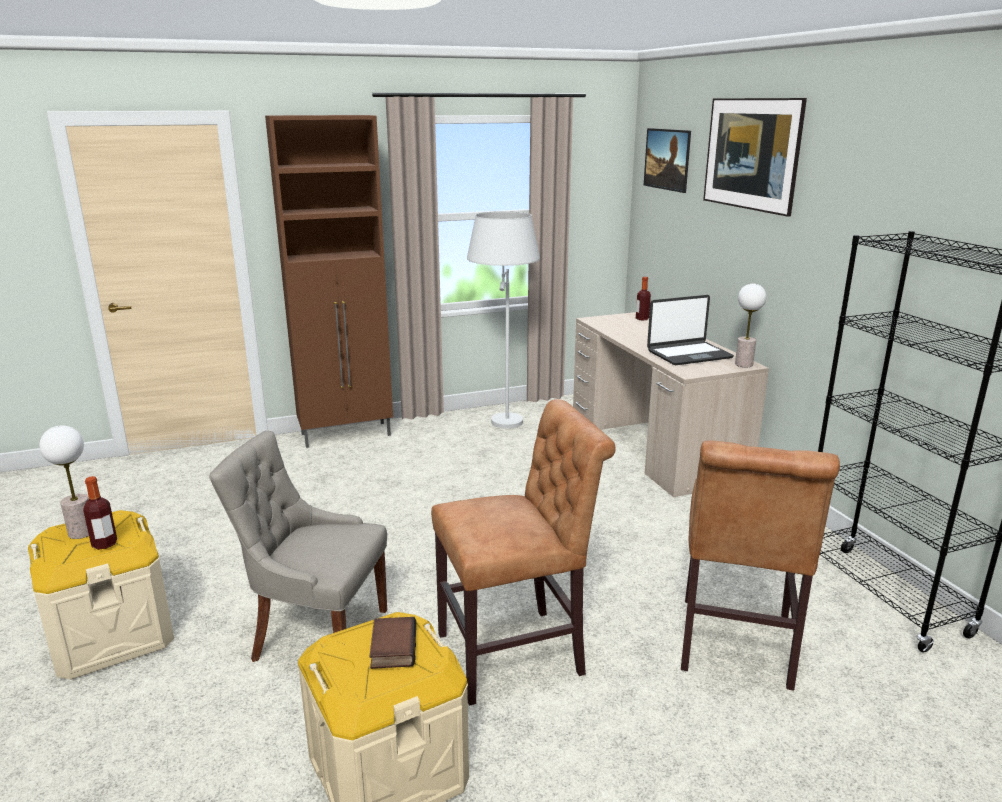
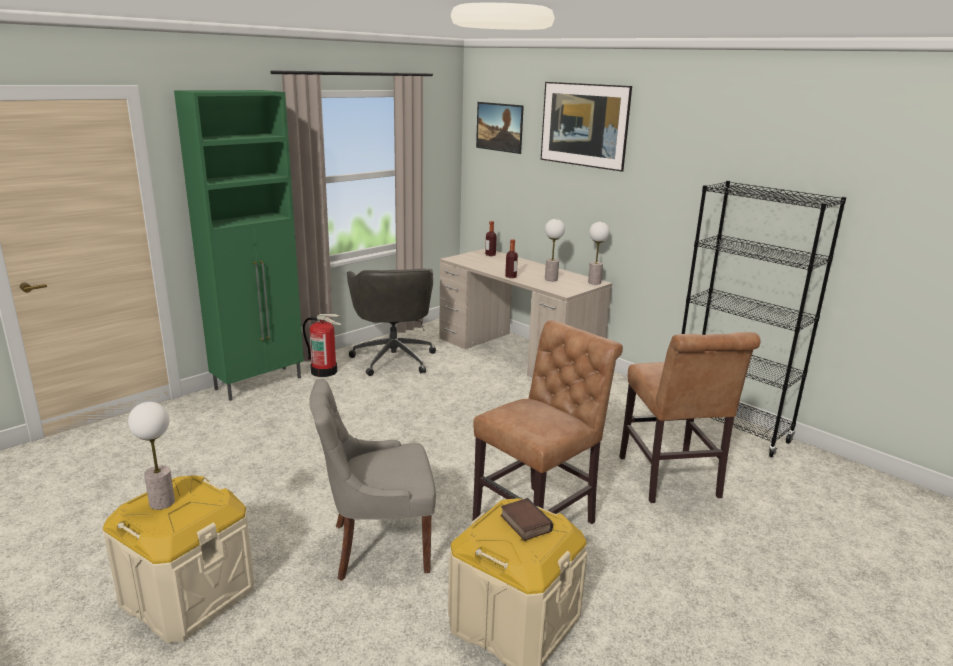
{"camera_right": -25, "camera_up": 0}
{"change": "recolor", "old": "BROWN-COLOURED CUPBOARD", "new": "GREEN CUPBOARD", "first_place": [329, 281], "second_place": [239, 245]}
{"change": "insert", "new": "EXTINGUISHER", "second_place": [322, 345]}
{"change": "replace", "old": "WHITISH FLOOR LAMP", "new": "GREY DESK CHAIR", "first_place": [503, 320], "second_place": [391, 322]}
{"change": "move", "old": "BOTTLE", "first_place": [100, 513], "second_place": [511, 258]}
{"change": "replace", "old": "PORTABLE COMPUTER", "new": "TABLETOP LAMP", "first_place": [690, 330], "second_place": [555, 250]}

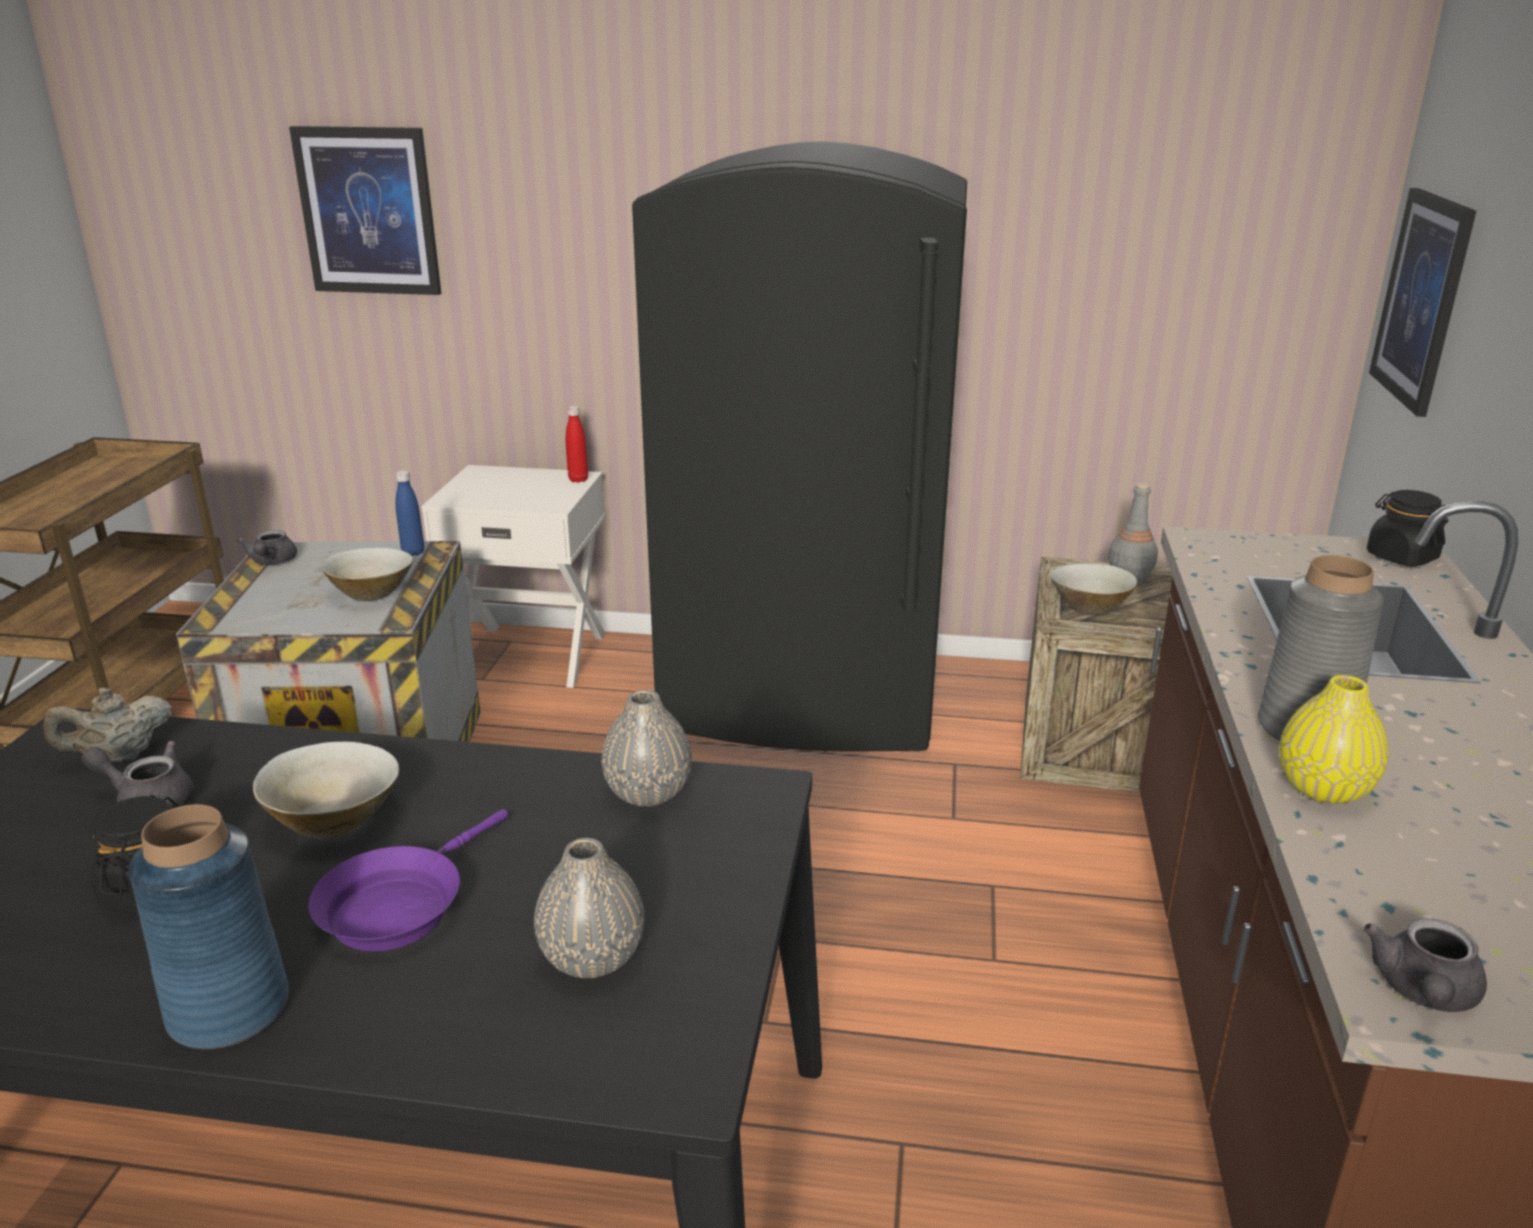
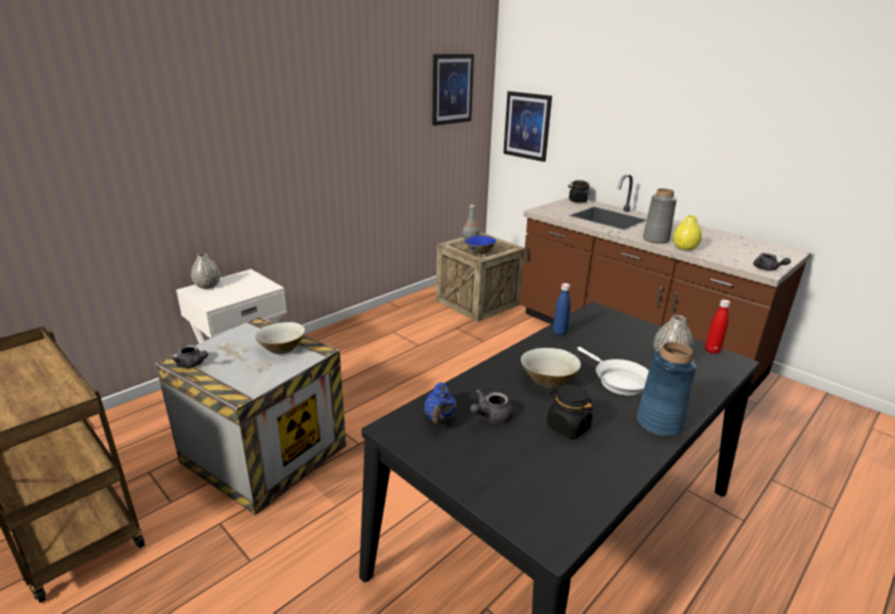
{"camera_right": -55, "camera_up": 0}
{"change": "move", "old": "GREY VASE", "first_place": [646, 748], "second_place": [205, 271]}
{"change": "recolor", "old": "BEIGE-COLOURED POT FOR TEA", "new": "BLUISH POT FOR TEA", "first_place": [107, 725], "second_place": [440, 403]}
{"change": "move", "old": "WALL PICTURE", "first_place": [365, 210], "second_place": [453, 90]}
{"change": "recolor", "old": "BEIGE-COLOURED SERVING BOWL", "new": "BLUISH SERVING BOWL", "first_place": [1094, 589], "second_place": [480, 245]}
{"change": "move", "old": "BLUISH BOTTLE", "first_place": [409, 513], "second_place": [561, 309]}
{"change": "recolor", "old": "PURPLE SKILLET", "new": "WHITISH SKILLET", "first_place": [408, 880], "second_place": [613, 371]}
{"change": "move", "old": "RED BOTTLE", "first_place": [577, 444], "second_place": [718, 327]}
{"change": "delete", "old": "BLACK FRIDGE", "first_place": [799, 446]}

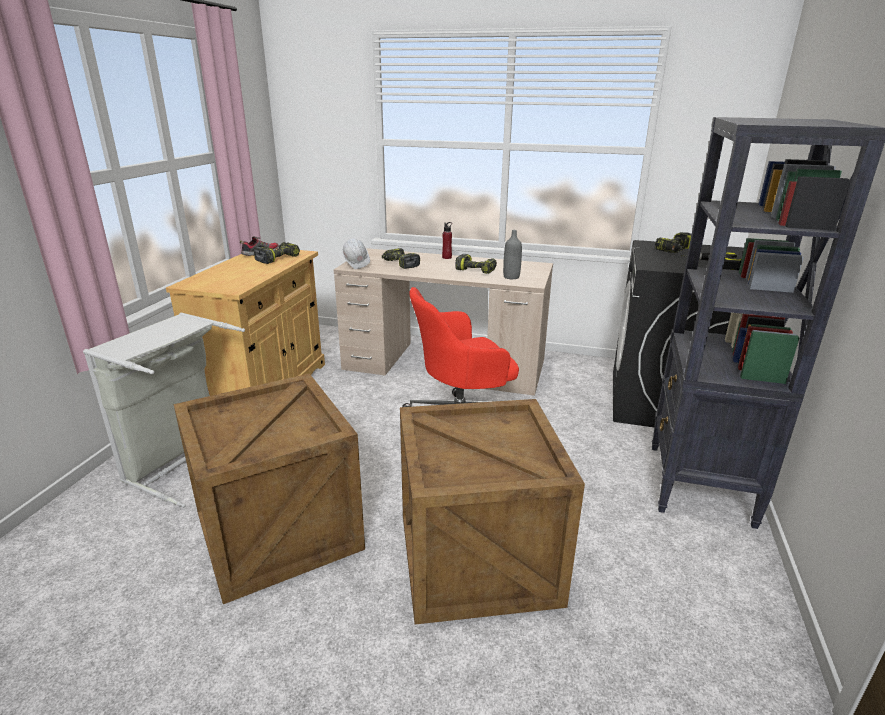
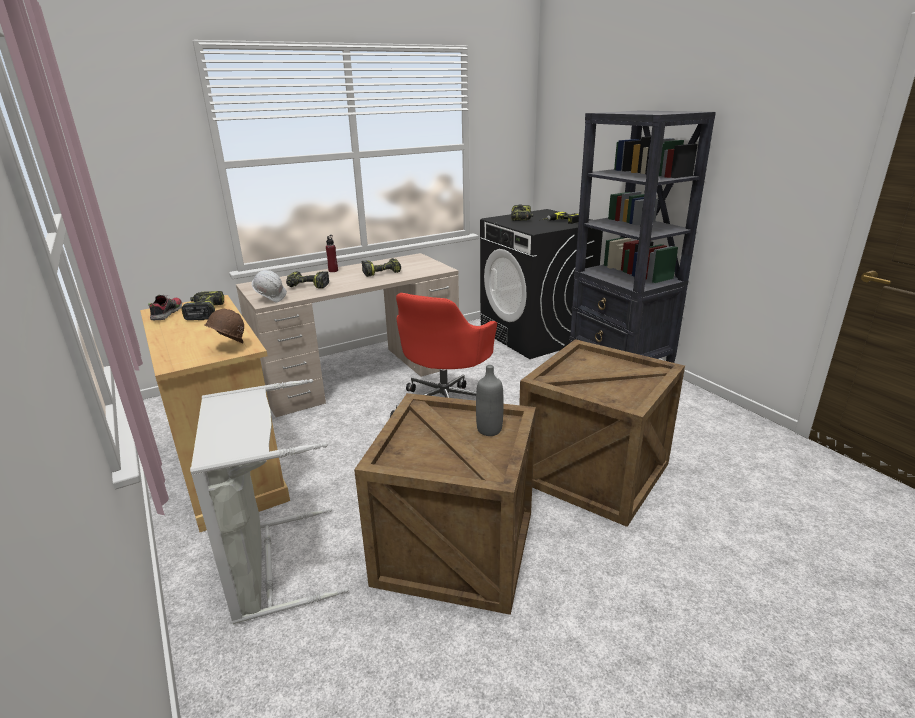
{"camera_right": -45, "camera_up": 0}
{"change": "insert", "new": "BROWN-COLOURED WORK HELMET", "second_place": [223, 326]}
{"change": "move", "old": "GREY BOTTLE", "first_place": [512, 254], "second_place": [490, 400]}

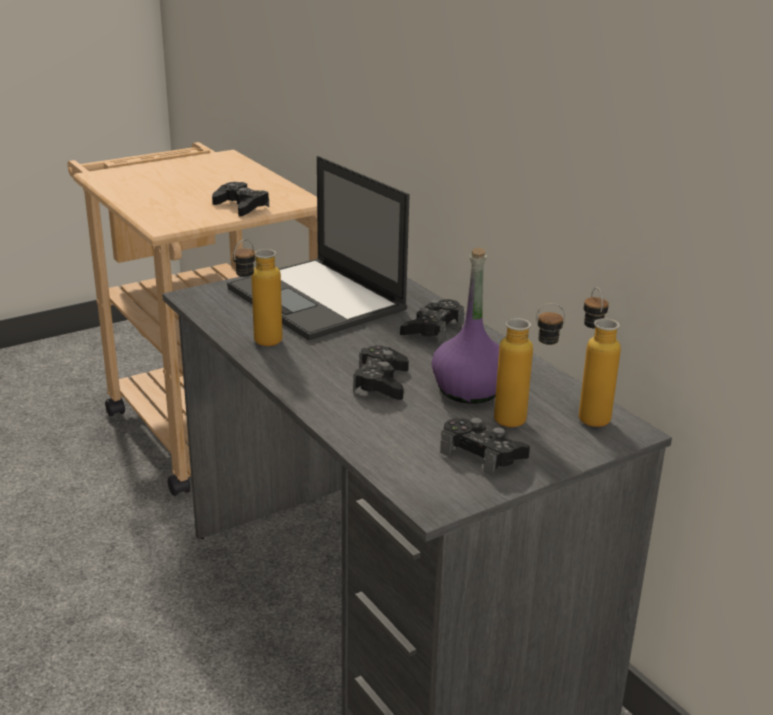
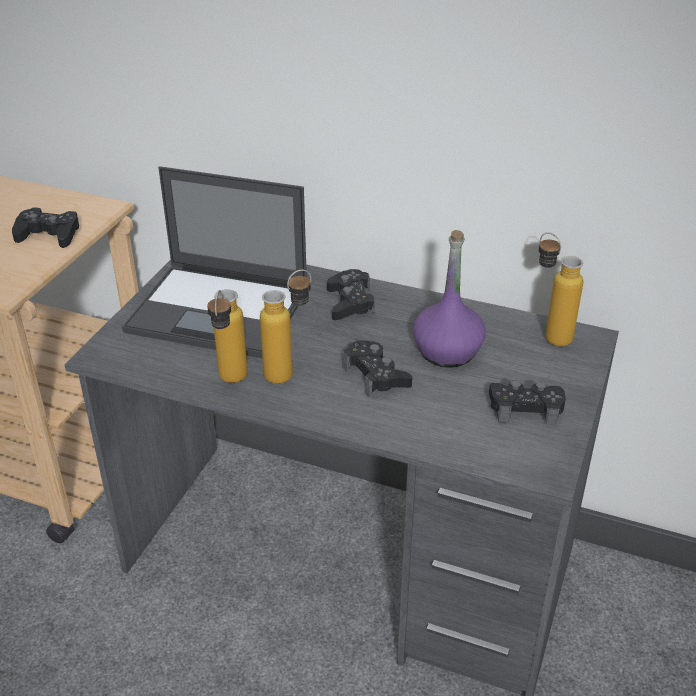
{"camera_right": -35, "camera_up": 10}
{"change": "move", "old": "BOTTLE", "first_place": [530, 365], "second_place": [285, 326]}

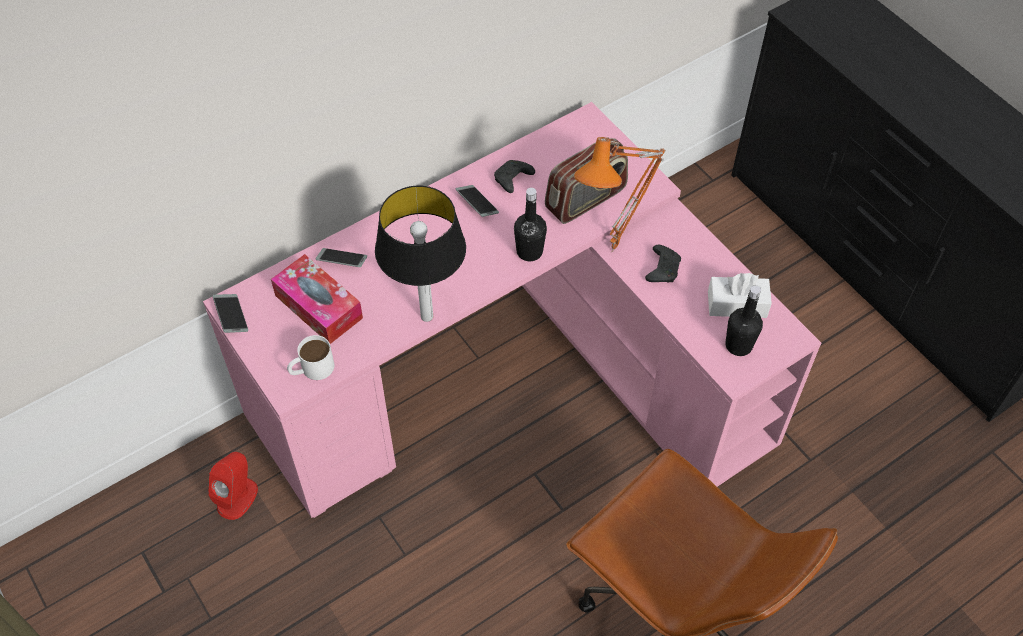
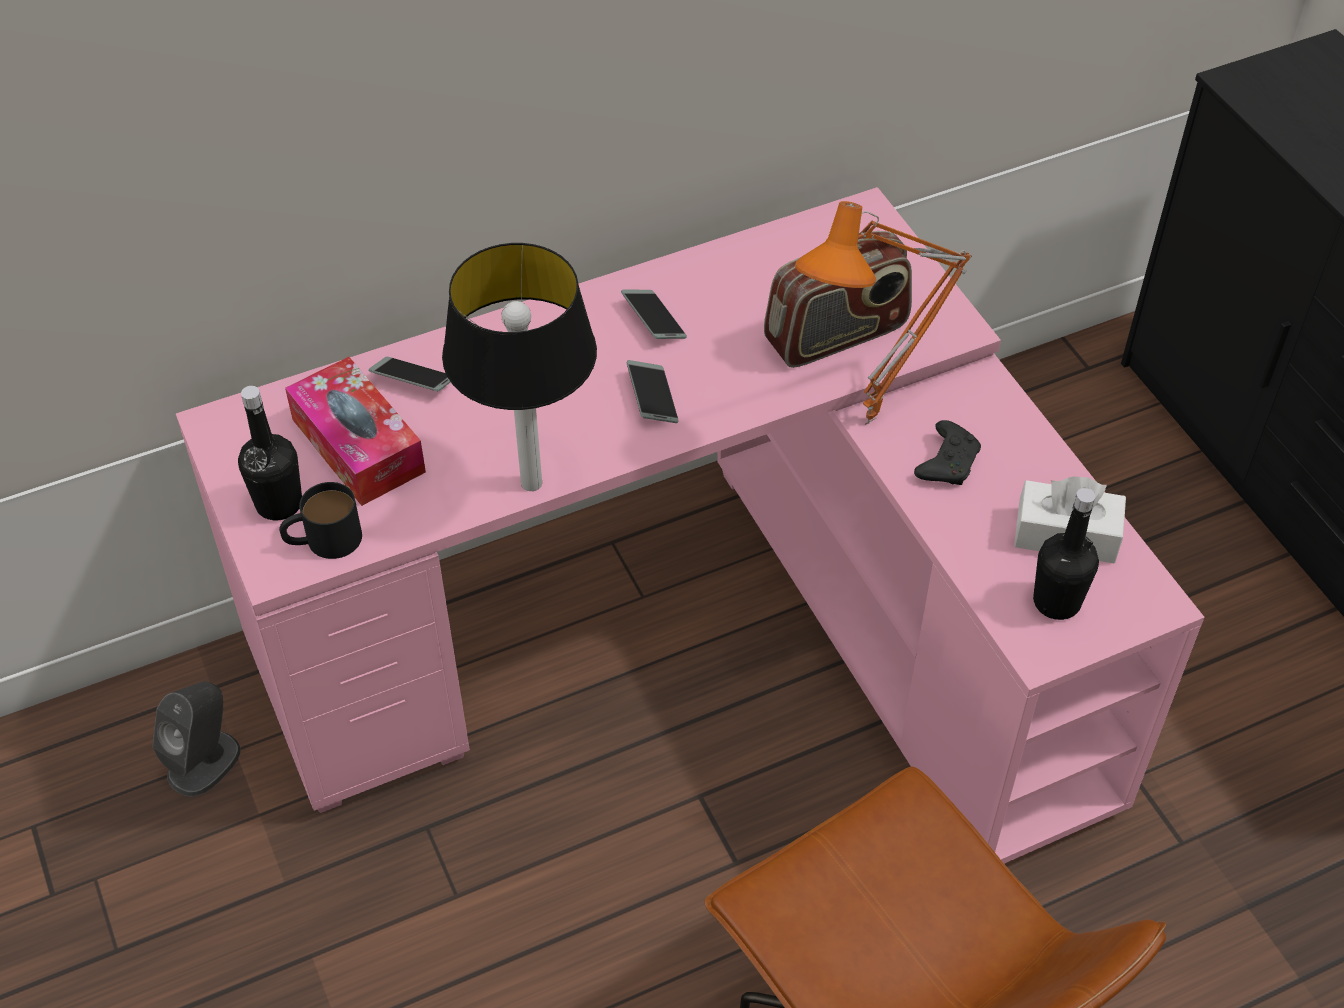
{"camera_right": 10, "camera_up": -5}
{"change": "recolor", "old": "RED SPEAKER", "new": "GREY SPEAKER", "first_place": [233, 486], "second_place": [196, 739]}
{"change": "move", "old": "BLACK BOTTLE", "first_place": [530, 224], "second_place": [270, 453]}
{"change": "recolor", "old": "WHITISH MUG", "new": "BLACK MUG", "first_place": [310, 357], "second_place": [320, 520]}
{"change": "move", "old": "TELEPHONE", "first_place": [230, 313], "second_place": [653, 391]}
{"change": "delete", "old": "BLACK GAME CONTROLLER", "first_place": [514, 176]}

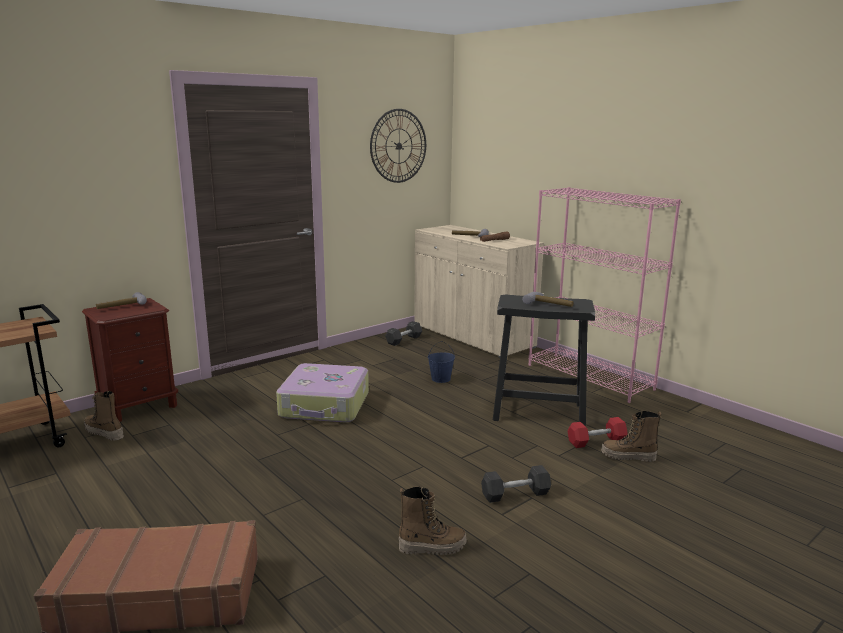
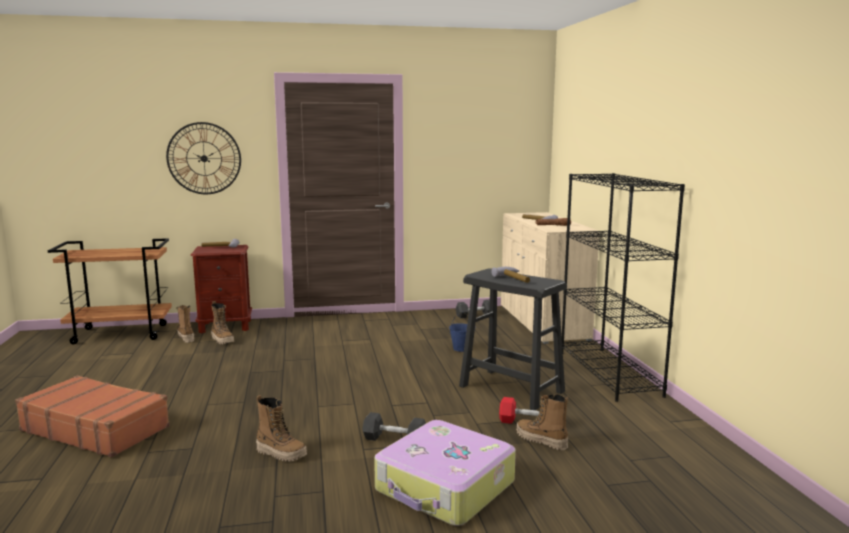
{"camera_right": 30, "camera_up": -5}
{"change": "move", "old": "CLOCK ON THE WALL", "first_place": [398, 146], "second_place": [203, 158]}
{"change": "insert", "new": "HIGH-TOP BOOT", "second_place": [222, 322]}
{"change": "move", "old": "TRAVEL CASE", "first_place": [322, 392], "second_place": [445, 473]}
{"change": "recolor", "old": "PINK BOOKCASE", "new": "BLACK BOOKCASE", "first_place": [605, 295], "second_place": [623, 287]}

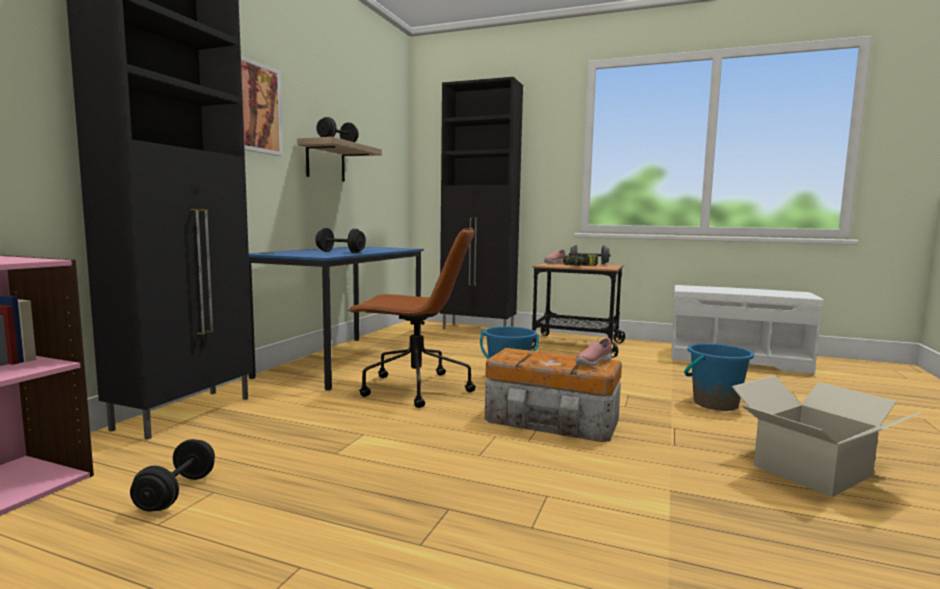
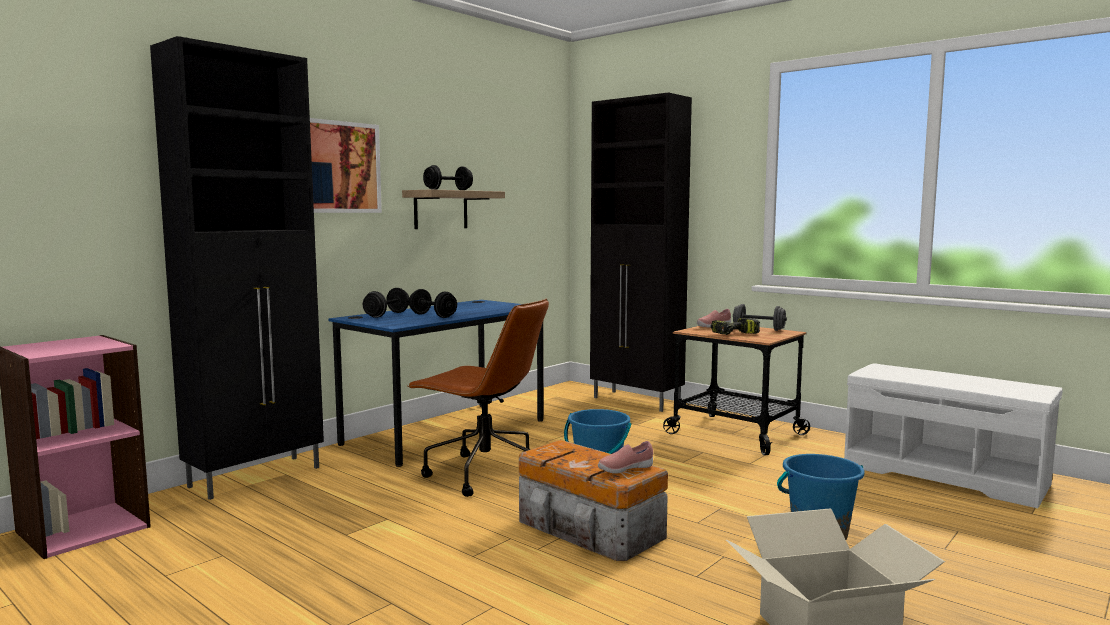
{"camera_right": 20, "camera_up": 0}
{"change": "move", "old": "BLACK FREE WEIGHT", "first_place": [172, 475], "second_place": [386, 303]}

